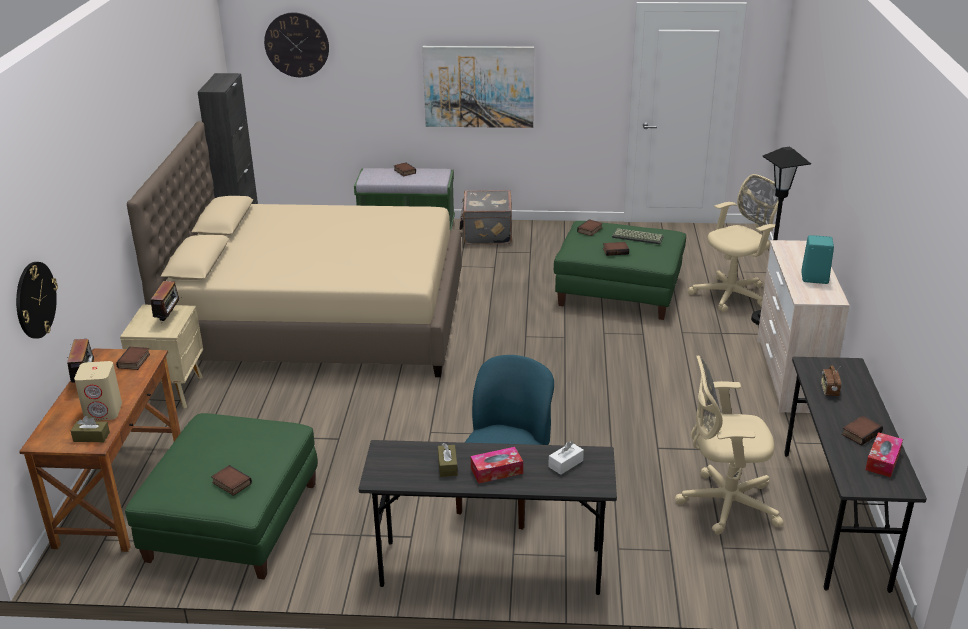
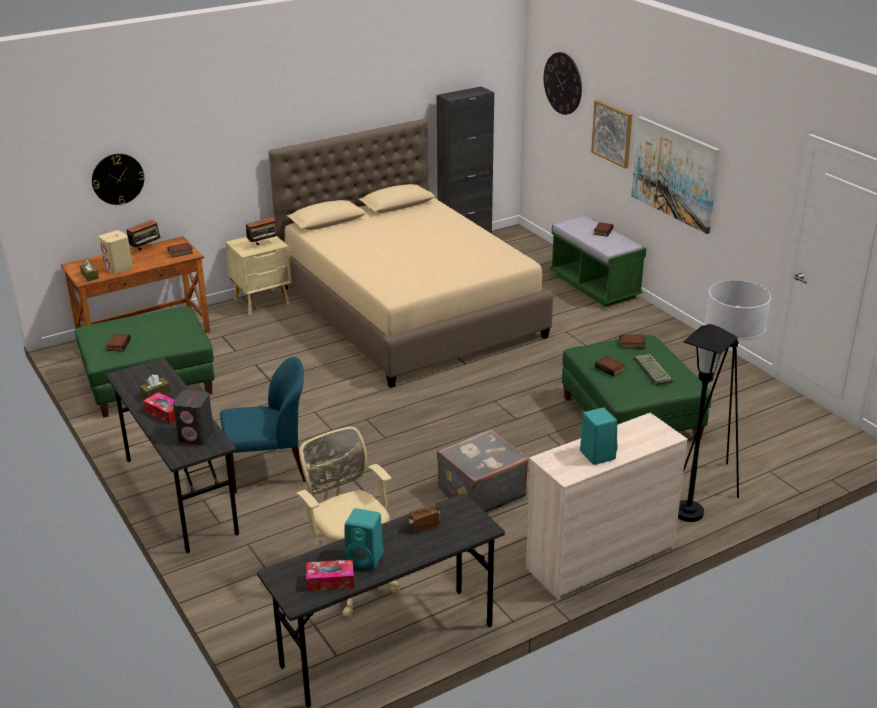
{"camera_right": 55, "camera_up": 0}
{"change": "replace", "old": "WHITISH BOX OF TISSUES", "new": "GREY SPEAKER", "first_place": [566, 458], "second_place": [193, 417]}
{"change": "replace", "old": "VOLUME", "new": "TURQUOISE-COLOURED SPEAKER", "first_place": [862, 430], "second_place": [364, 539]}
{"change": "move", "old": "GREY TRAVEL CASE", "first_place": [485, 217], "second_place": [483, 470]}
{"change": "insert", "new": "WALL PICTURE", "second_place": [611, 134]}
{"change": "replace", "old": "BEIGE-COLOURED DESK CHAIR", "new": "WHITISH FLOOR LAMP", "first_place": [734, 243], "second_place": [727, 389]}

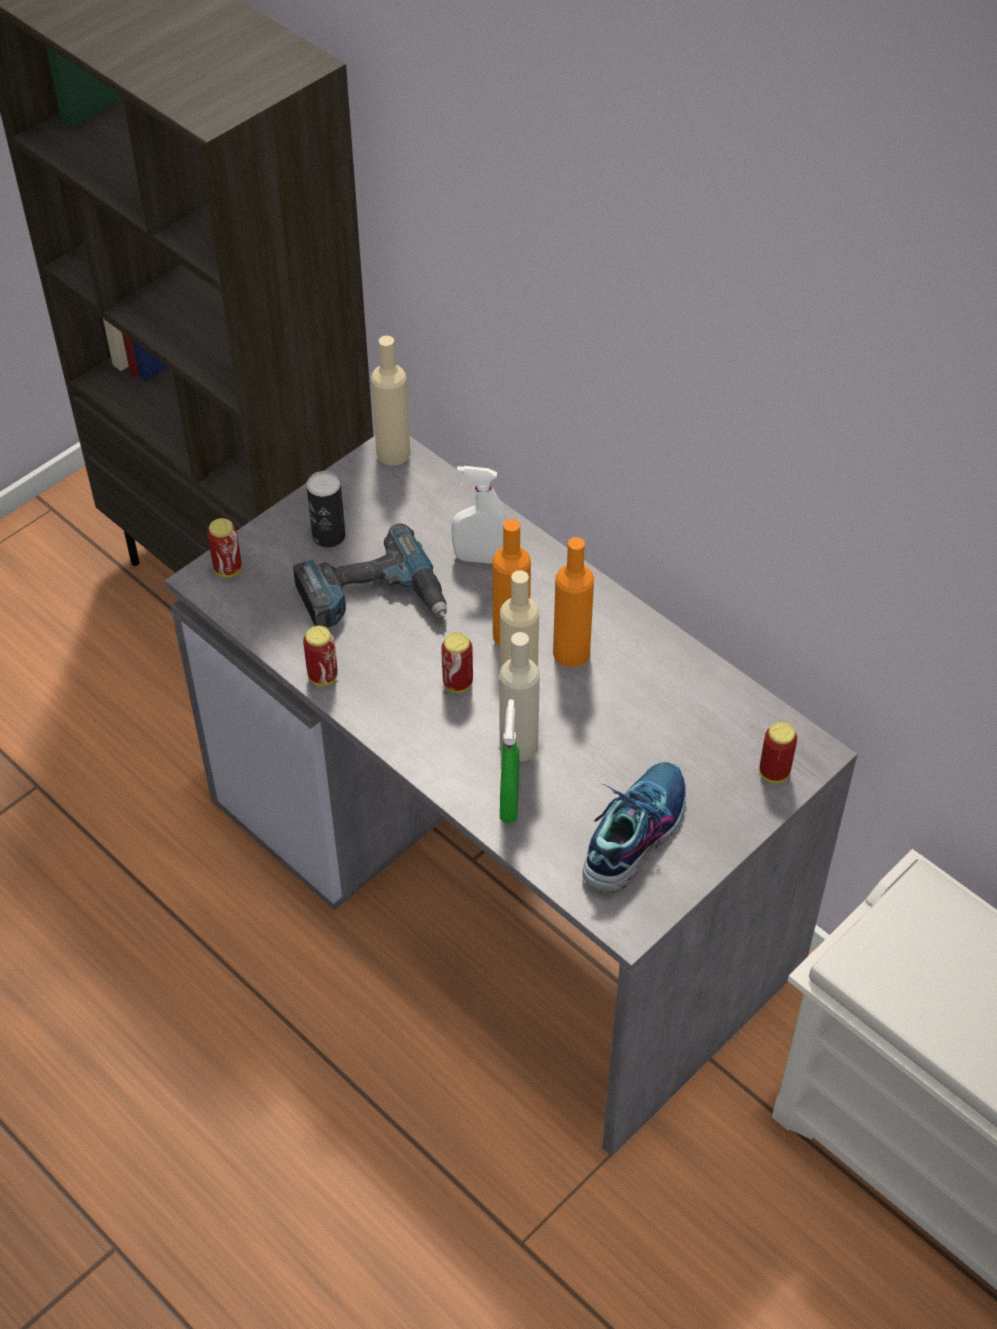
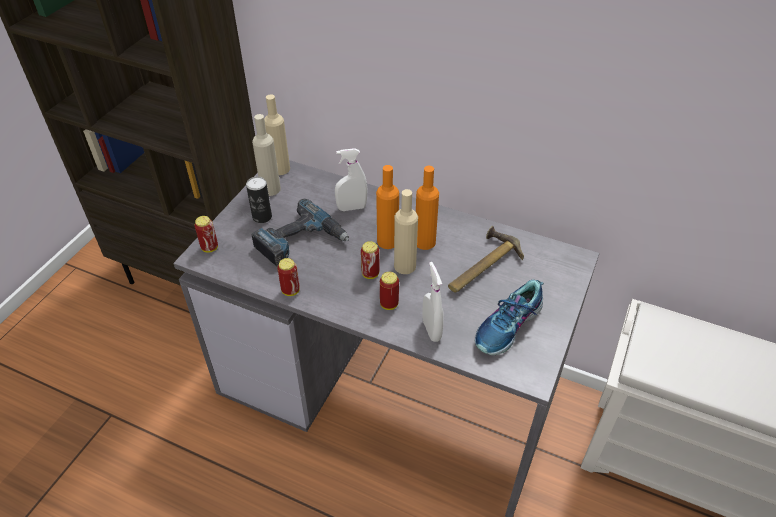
{"camera_right": -20, "camera_up": -5}
{"change": "move", "old": "BEIGE-COLOURED BOTTLE", "first_place": [519, 697], "second_place": [266, 155]}
{"change": "move", "old": "SEALED CAN", "first_place": [778, 752], "second_place": [389, 291]}
{"change": "recolor", "old": "GREEN SPRAYER", "new": "WHITISH SPRAYER", "first_place": [509, 761], "second_place": [433, 302]}
{"change": "insert", "new": "TOOL HAMMER", "second_place": [486, 259]}
{"change": "rotate", "old": "ITEM OF FOOTWEAR", "first_place": [634, 827], "second_place": [509, 317], "degrees": -150}

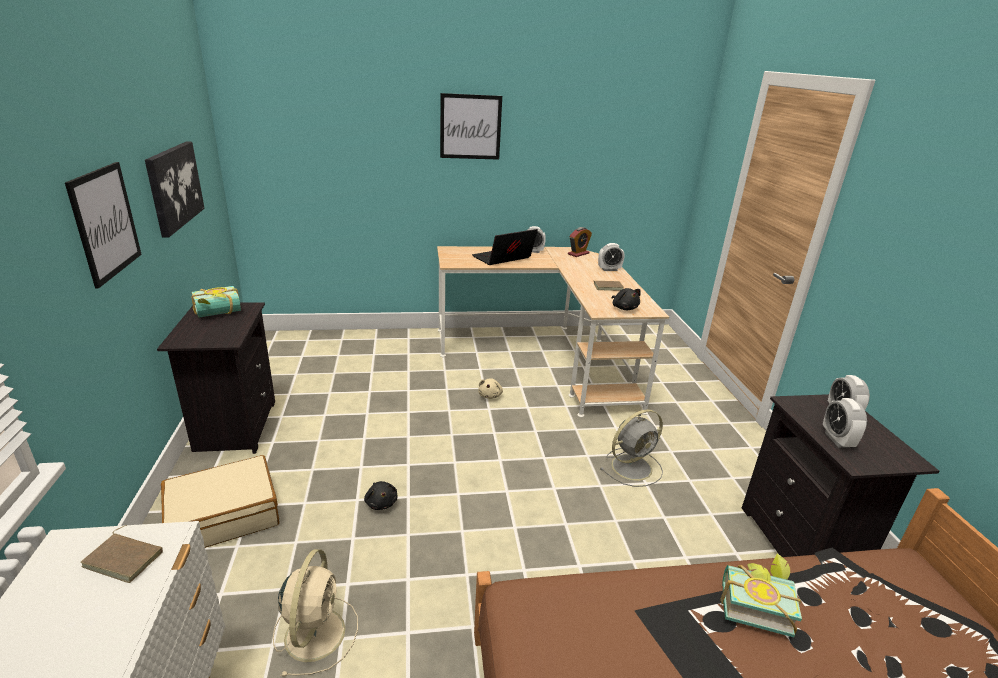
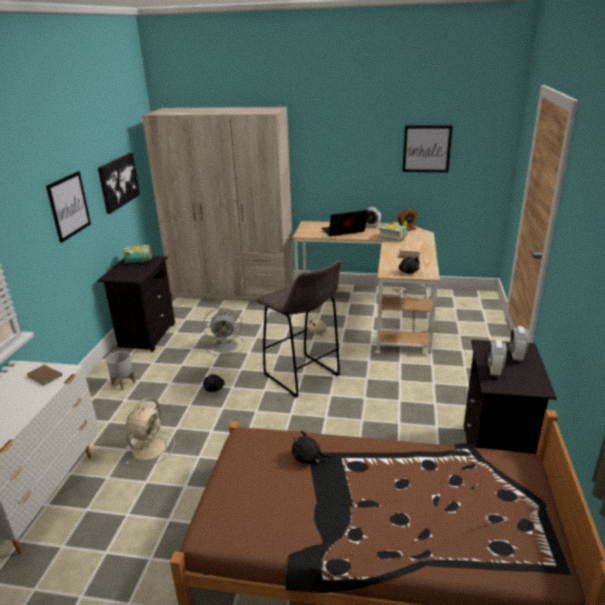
{"camera_right": 20, "camera_up": 0}
{"change": "replace", "old": "BEIGE-COLOURED TRAVEL CASE", "new": "GREY PLANTER", "first_place": [220, 501], "second_place": [120, 370]}
{"change": "insert", "new": "BEIGE-COLOURED ARMOIRE", "second_place": [218, 204]}
{"change": "move", "old": "GREY FAN", "first_place": [631, 448], "second_place": [224, 331]}
{"change": "insert", "new": "GREY SITTING STOOL", "second_place": [298, 329]}
{"change": "insert", "new": "BLACK CUDDLY TOY", "second_place": [312, 447]}
{"change": "move", "old": "VOLUME", "first_place": [761, 595], "second_place": [393, 230]}
{"change": "move", "old": "WALL PICTURE", "first_place": [471, 126], "second_place": [427, 148]}
{"change": "delete", "old": "TABLE CLOCK", "first_place": [611, 257]}

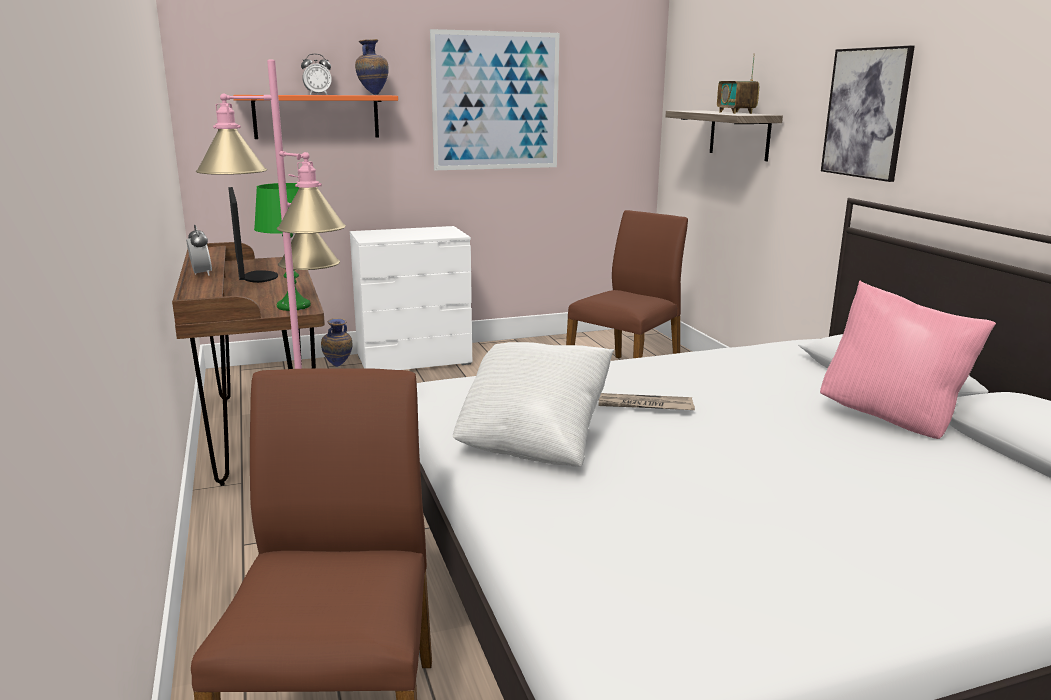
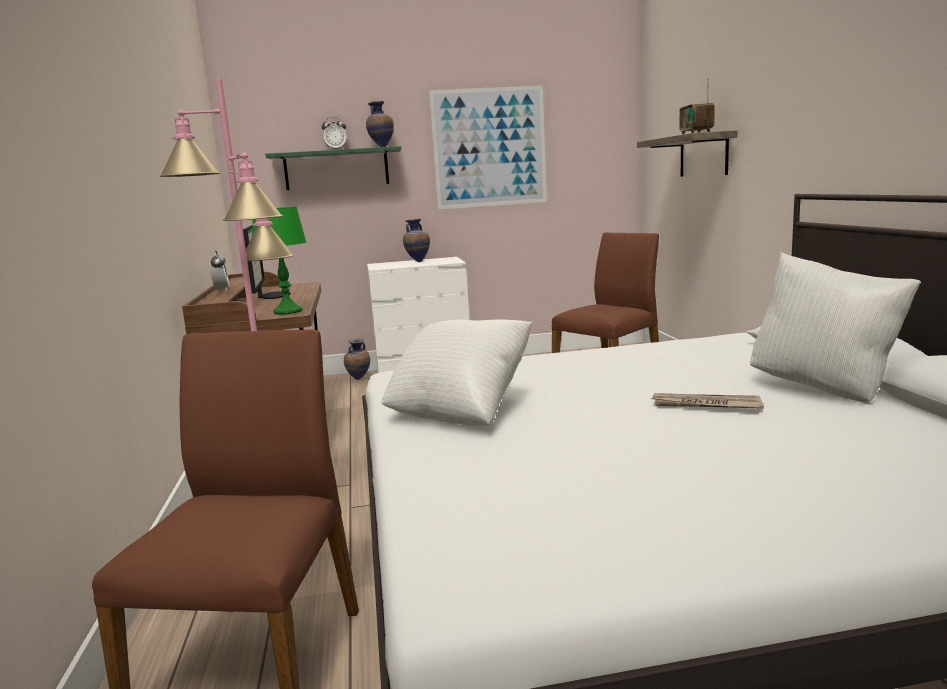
{"camera_right": 10, "camera_up": -5}
{"change": "recolor", "old": "ORANGE WALL SHELF", "new": "GREEN WALL SHELF", "first_place": [315, 117], "second_place": [333, 168]}
{"change": "insert", "new": "VASE", "second_place": [416, 240]}
{"change": "move", "old": "DAILY PAPER", "first_place": [647, 401], "second_place": [707, 401]}
{"change": "recolor", "old": "PINK PILLOW", "new": "WHITISH PILLOW", "first_place": [908, 360], "second_place": [835, 327]}
{"change": "delete", "old": "WALL PICTURE", "first_place": [868, 114]}

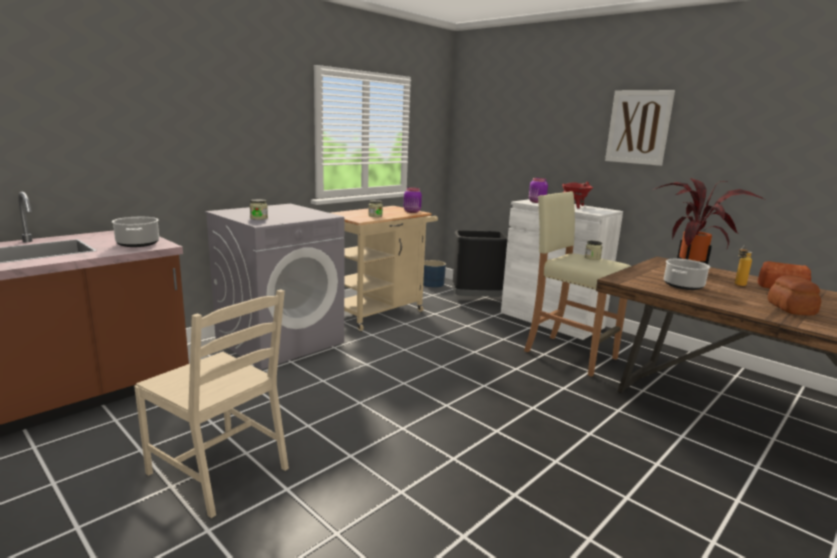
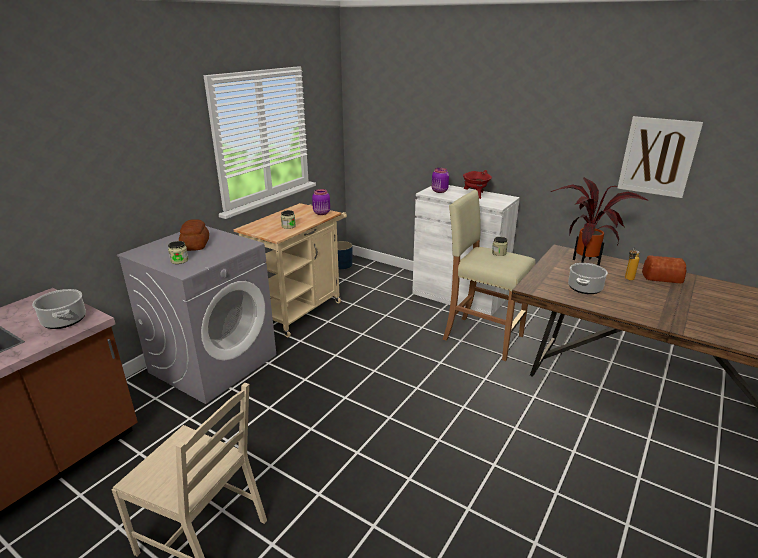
{"camera_right": -10, "camera_up": 10}
{"change": "move", "old": "BAKERY BREAD", "first_place": [794, 295], "second_place": [194, 235]}
{"change": "move", "old": "WALL PICTURE", "first_place": [640, 128], "second_place": [660, 157]}
{"change": "delete", "old": "BLACK TRASH CAN", "first_place": [480, 263]}

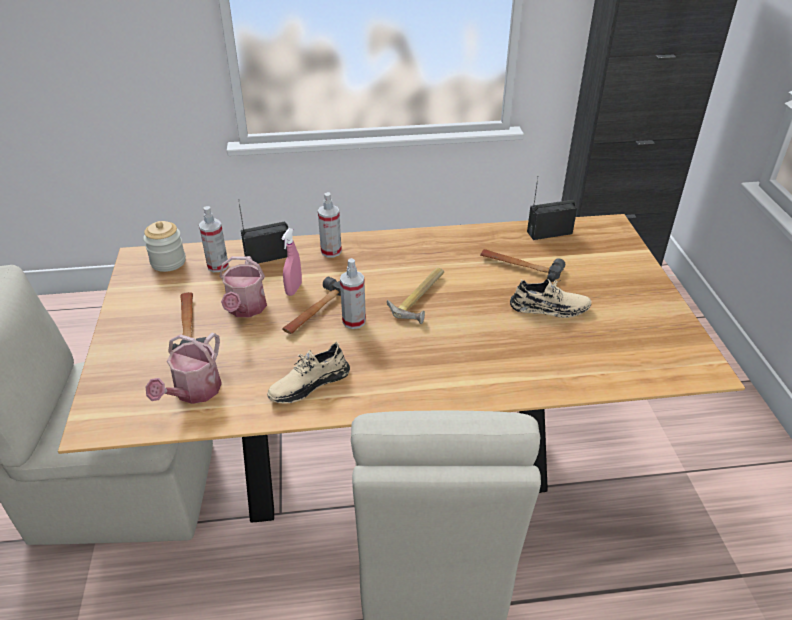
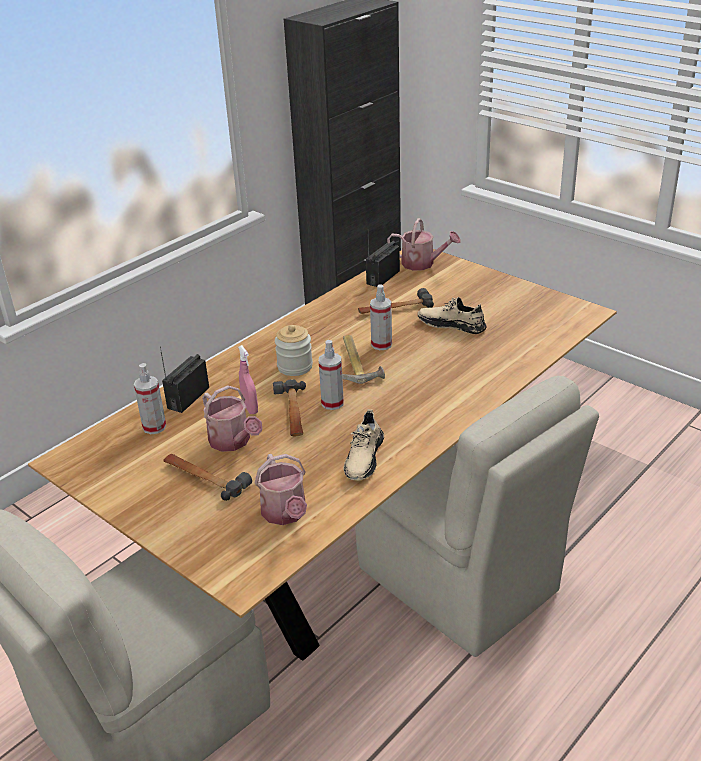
{"camera_right": -40, "camera_up": -5}
{"change": "move", "old": "JAR", "first_place": [164, 246], "second_place": [294, 350]}
{"change": "move", "old": "SPRAYER", "first_place": [330, 224], "second_place": [381, 317]}
{"change": "insert", "new": "WATERING CAN", "second_place": [424, 244]}
{"change": "rotate", "old": "BEIGE-COLOURED ITEM OF FOOTWEAR", "first_place": [550, 298], "second_place": [452, 315], "degrees": -120}

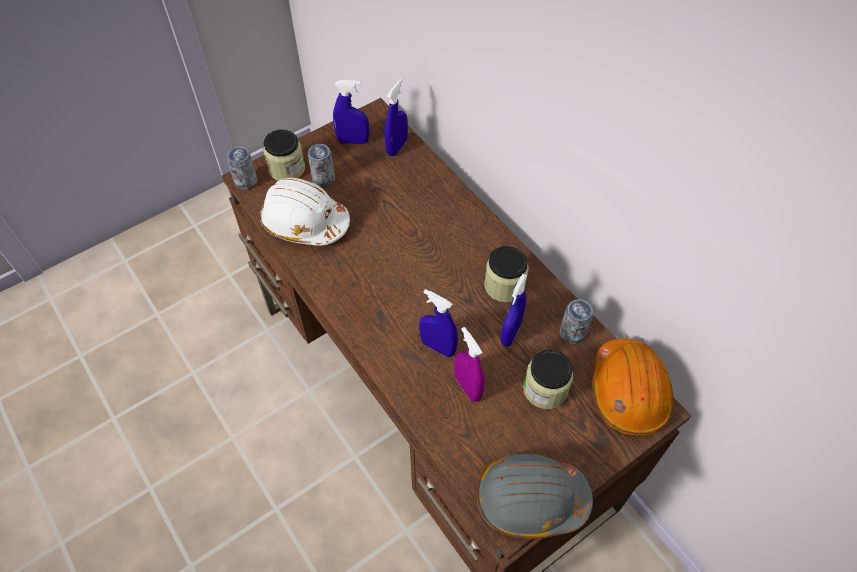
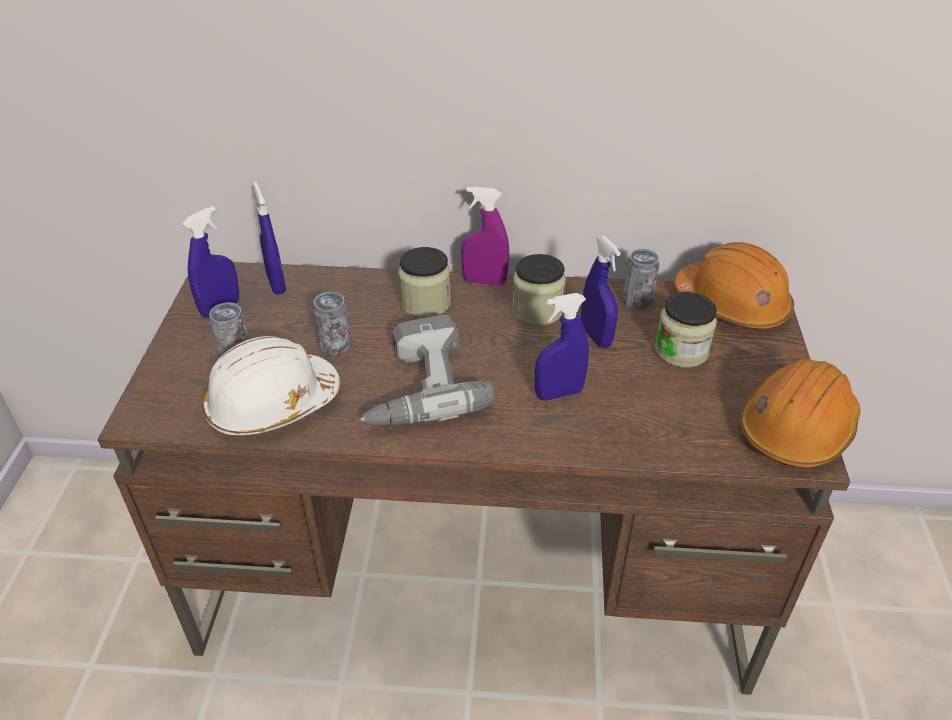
{"camera_right": -50, "camera_up": -15}
{"change": "move", "old": "SEALED CAN", "first_place": [242, 168], "second_place": [332, 324]}
{"change": "insert", "new": "POWER DRILL", "second_place": [427, 370]}
{"change": "move", "old": "JAR", "first_place": [284, 155], "second_place": [424, 282]}
{"change": "move", "old": "PURPLE SPRAYER", "first_place": [469, 364], "second_place": [485, 236]}
{"change": "recolor", "old": "GREY WORK HELMET", "new": "ORANGE WORK HELMET", "first_place": [535, 496], "second_place": [801, 412]}

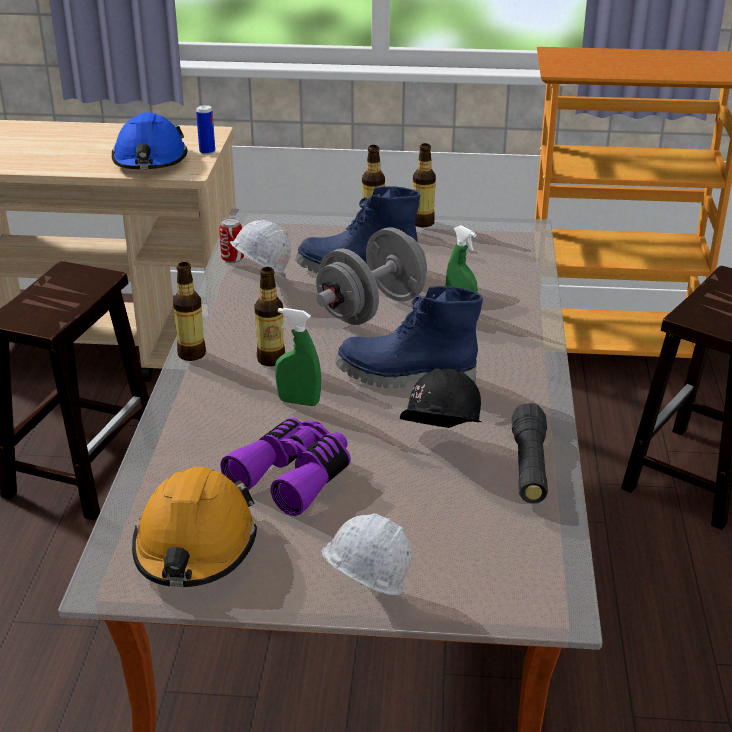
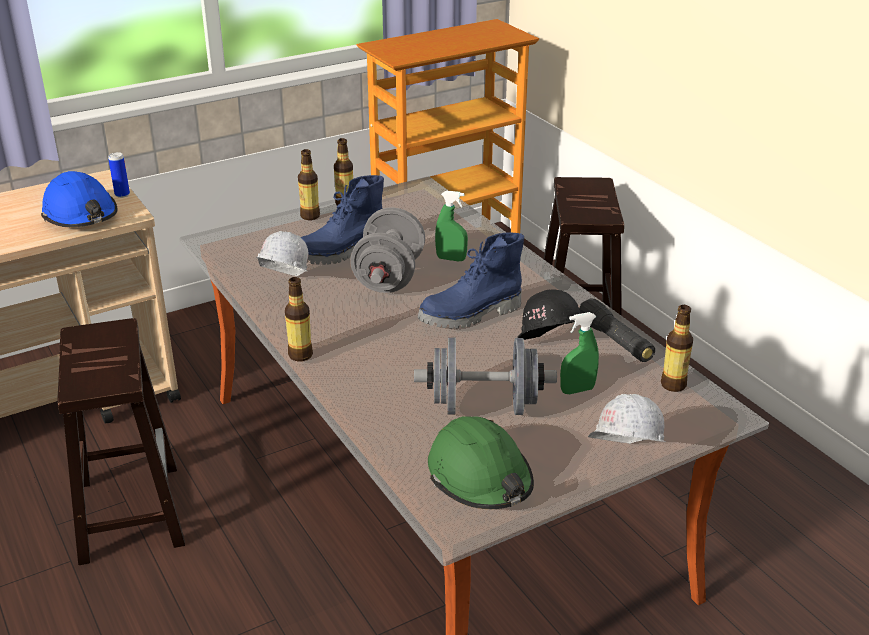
{"camera_right": -35, "camera_up": 0}
{"change": "replace", "old": "PURPLE FIELD GLASSES", "new": "GREY FREE WEIGHT", "first_place": [285, 467], "second_place": [485, 376]}
{"change": "recolor", "old": "ORANGE WORK HELMET", "new": "GREEN WORK HELMET", "first_place": [194, 527], "second_place": [481, 462]}
{"change": "move", "old": "GREEN SPRAYER", "first_place": [298, 357], "second_place": [579, 353]}
{"change": "move", "old": "BOTTLE", "first_place": [269, 316], "second_place": [677, 348]}
{"change": "delete", "old": "SEALED CAN", "first_place": [231, 240]}

